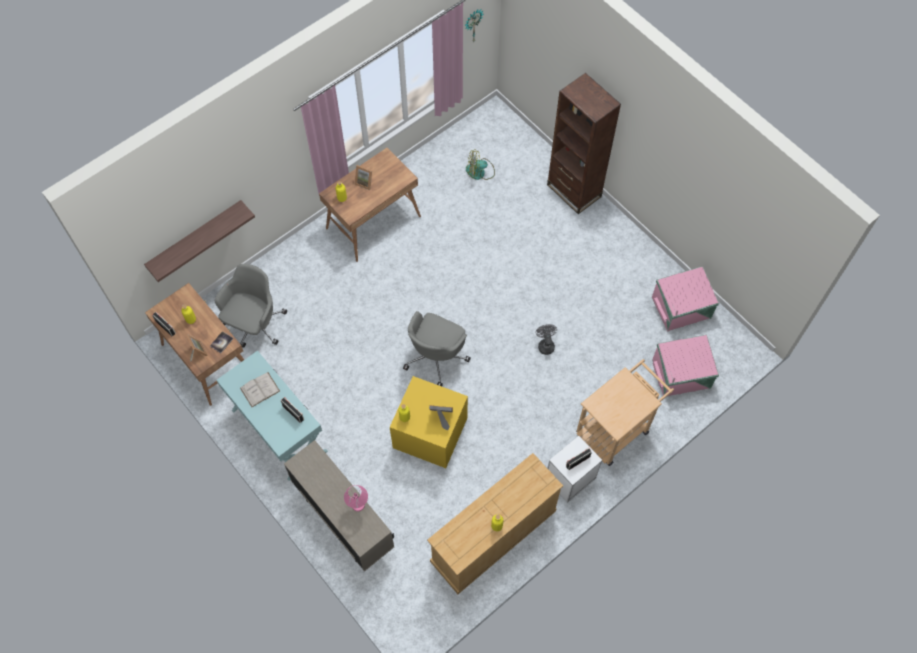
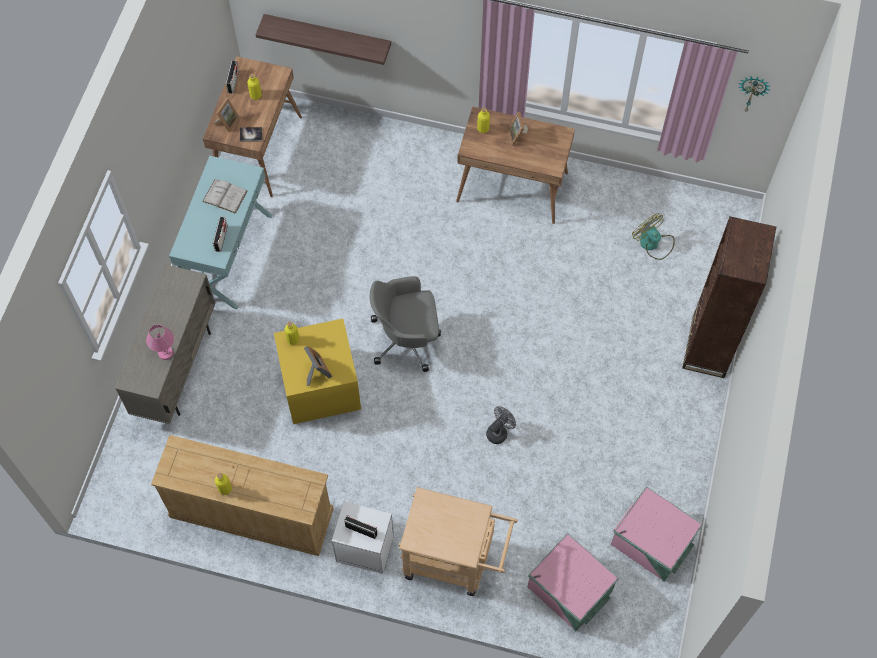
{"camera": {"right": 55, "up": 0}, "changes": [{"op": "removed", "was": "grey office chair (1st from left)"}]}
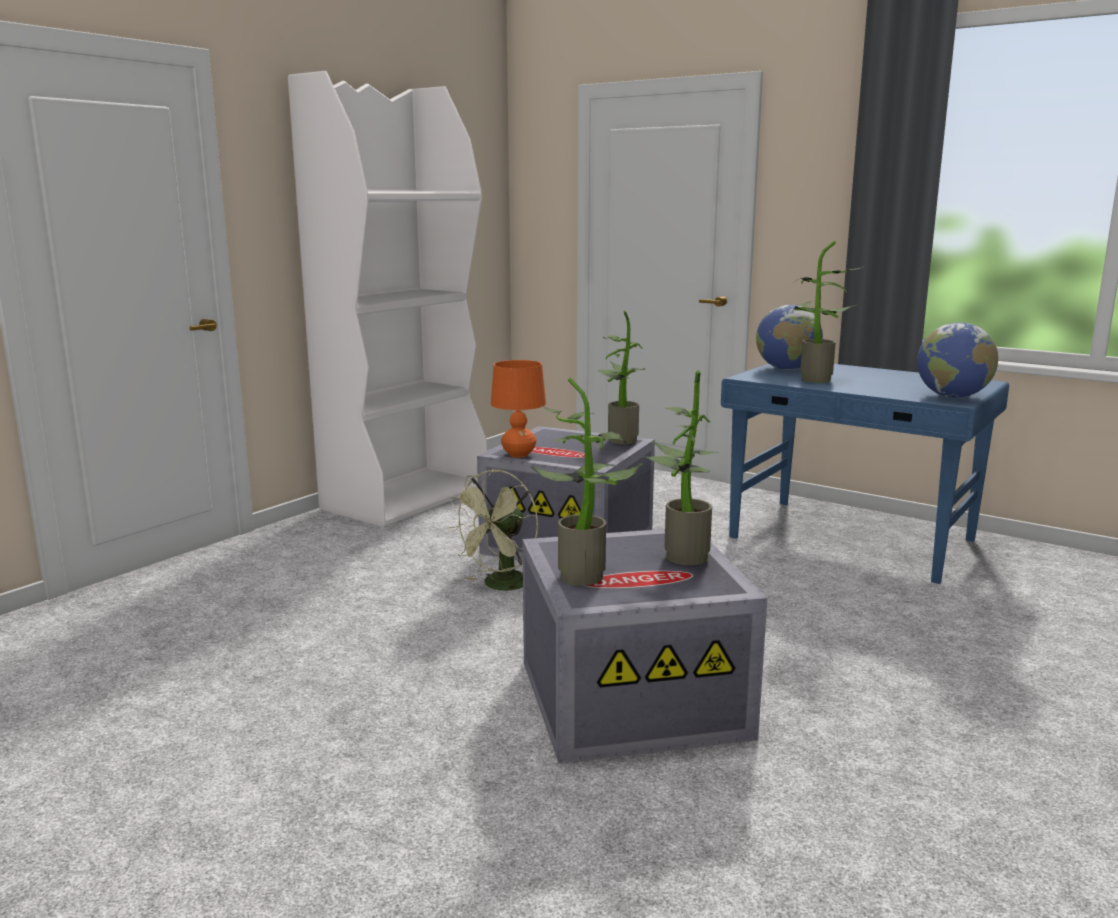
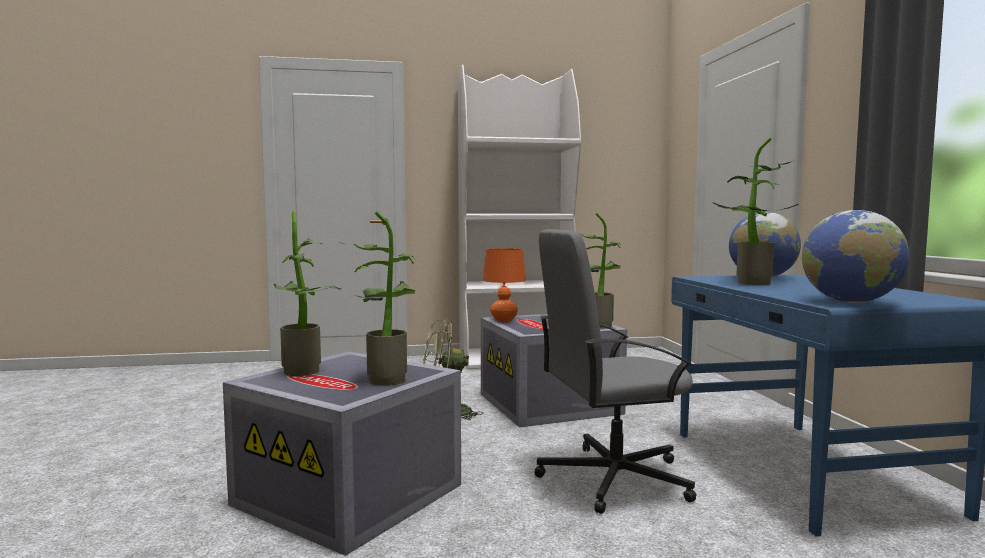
{"camera": {"right": 45, "up": -10}, "changes": [{"op": "added", "now": "grey office chair"}]}
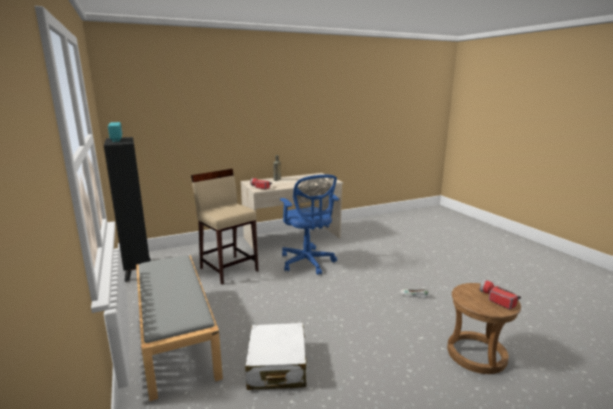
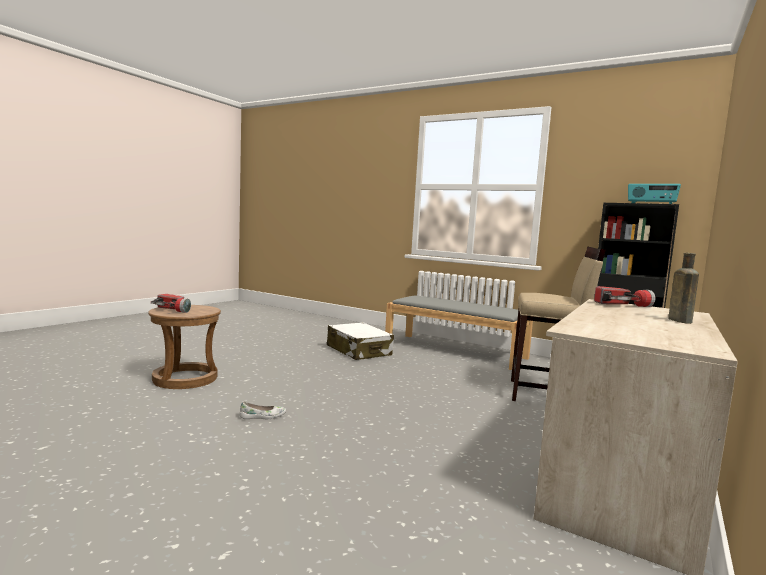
{"camera": {"right": 145, "up": -10}, "changes": [{"op": "removed", "was": "blue office chair"}]}
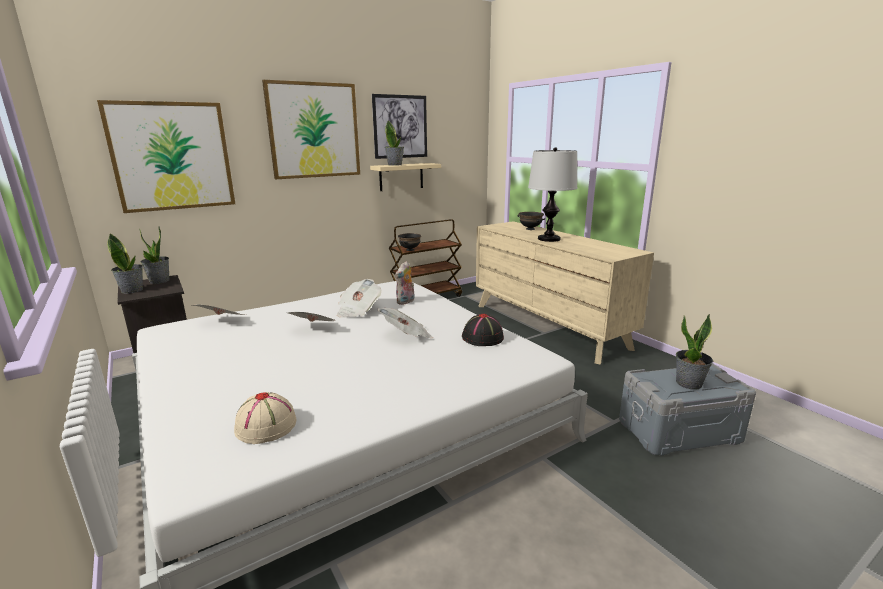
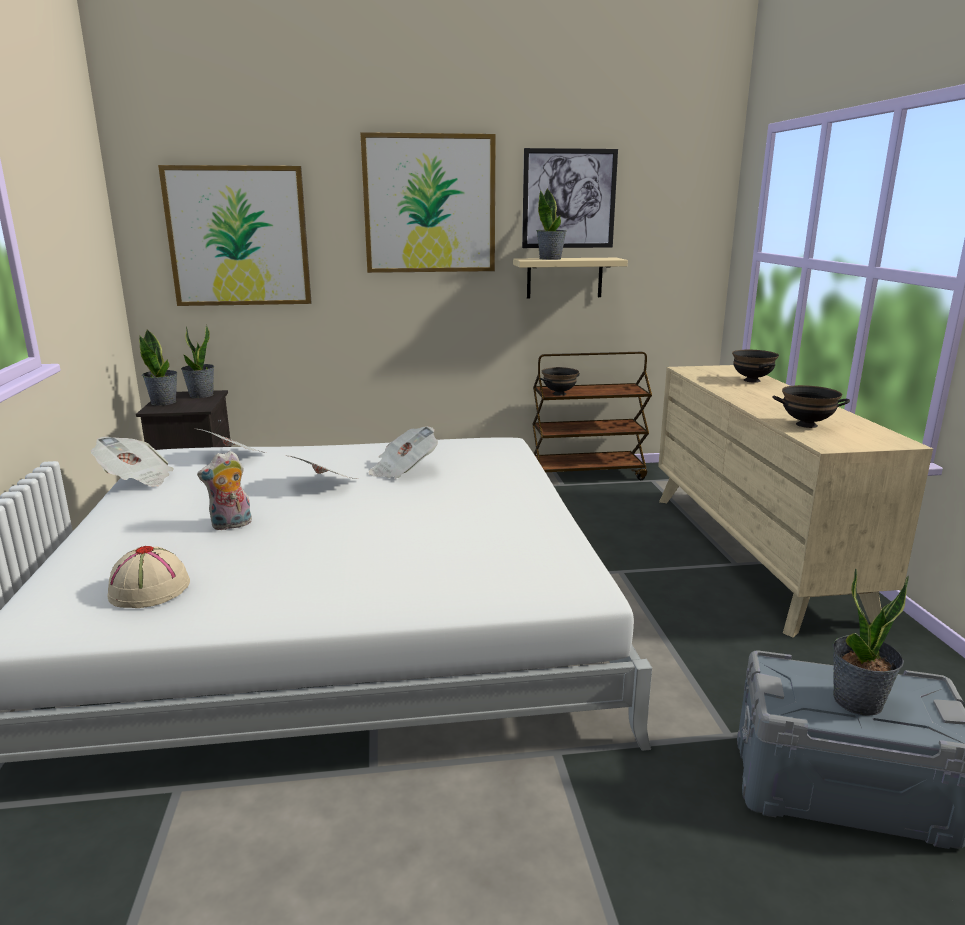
{"camera": {"right": 25, "up": 0}, "changes": [{"op": "moved", "was": "newspaper (4th from left in the first image)", "now": "newspaper (1st from left)"}, {"op": "moved", "was": "plush toy"}, {"op": "removed", "was": "black hat"}, {"op": "removed", "was": "table lamp"}, {"op": "added", "now": "black bowl (3rd from left)"}]}
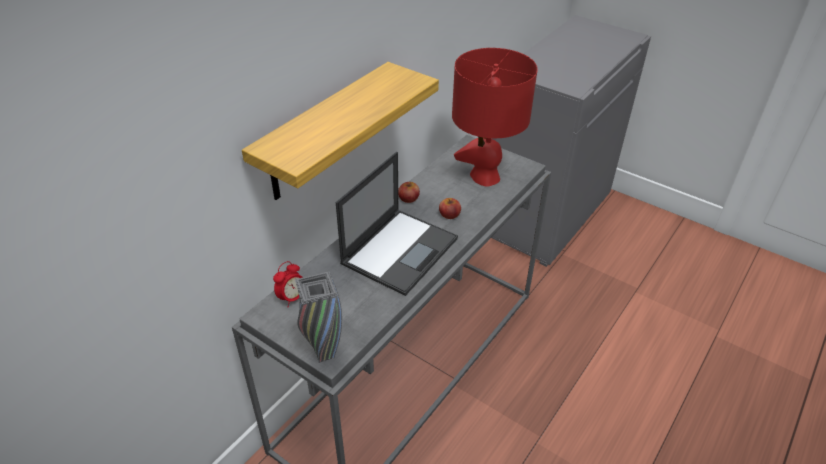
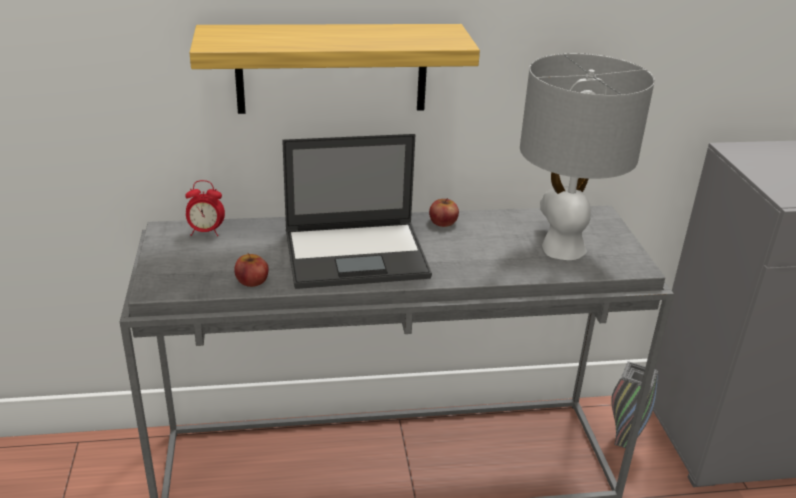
{"camera": {"right": 45, "up": -10}, "changes": [{"op": "moved", "was": "grey vase"}, {"op": "moved", "was": "apple (2nd from left in the first image)", "now": "apple (1st from left)"}, {"op": "recoloured", "was": "red table lamp", "now": "grey table lamp"}]}
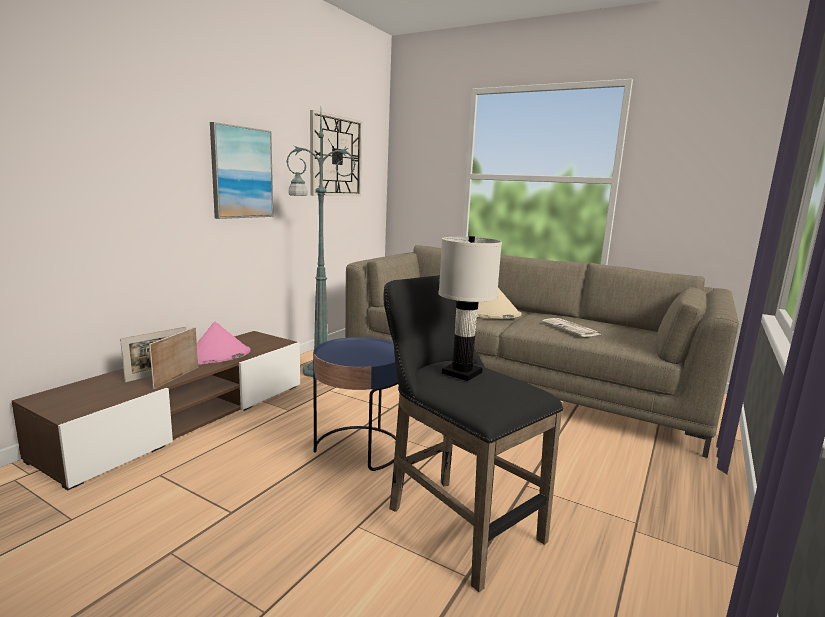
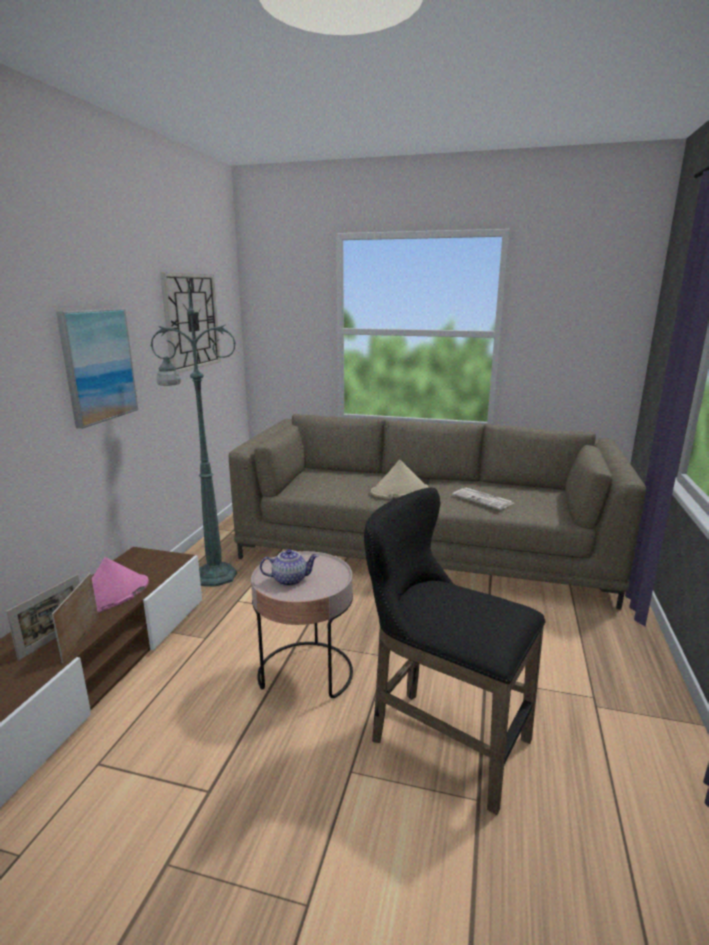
{"camera": {"right": -15, "up": 5}, "changes": [{"op": "recoloured", "was": "blue side table", "now": "pink side table"}, {"op": "removed", "was": "white table lamp"}, {"op": "added", "now": "teapot"}]}
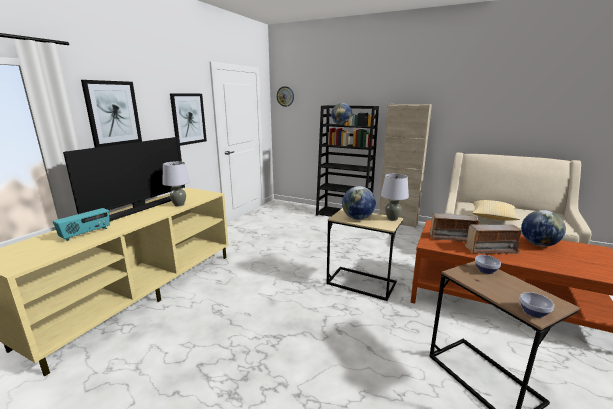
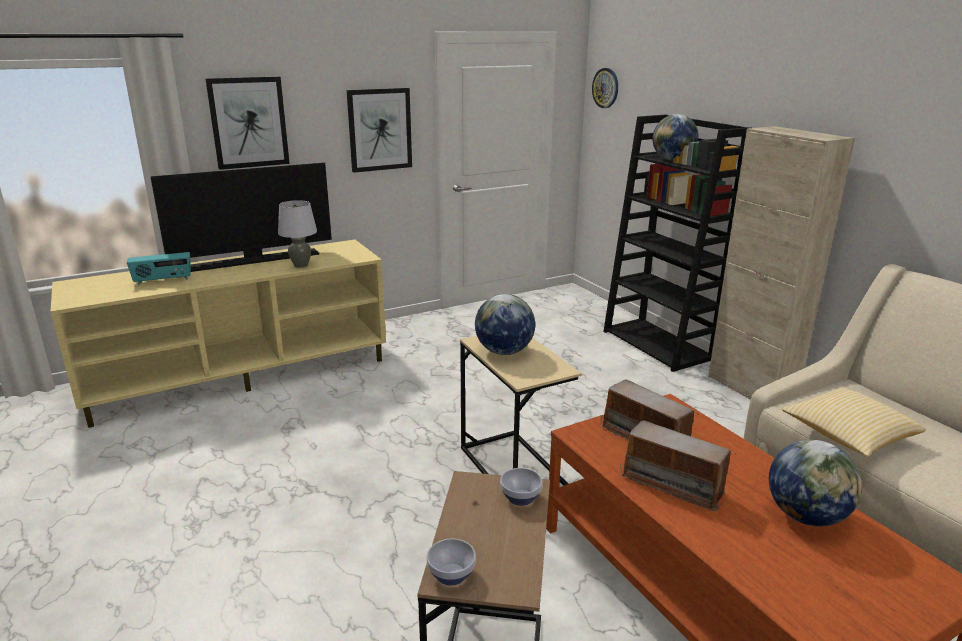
{"camera": {"right": 35, "up": 5}, "changes": [{"op": "removed", "was": "grey table lamp (2nd from left)"}]}
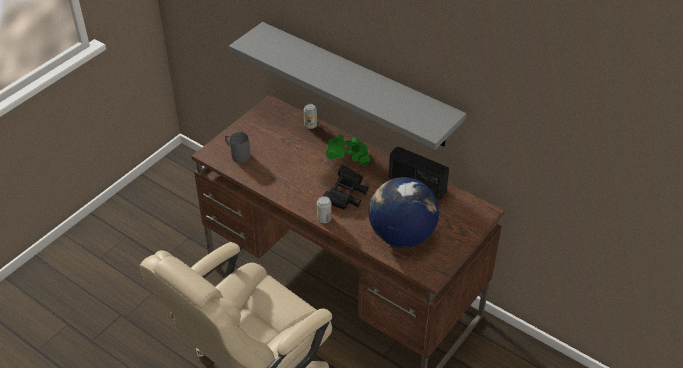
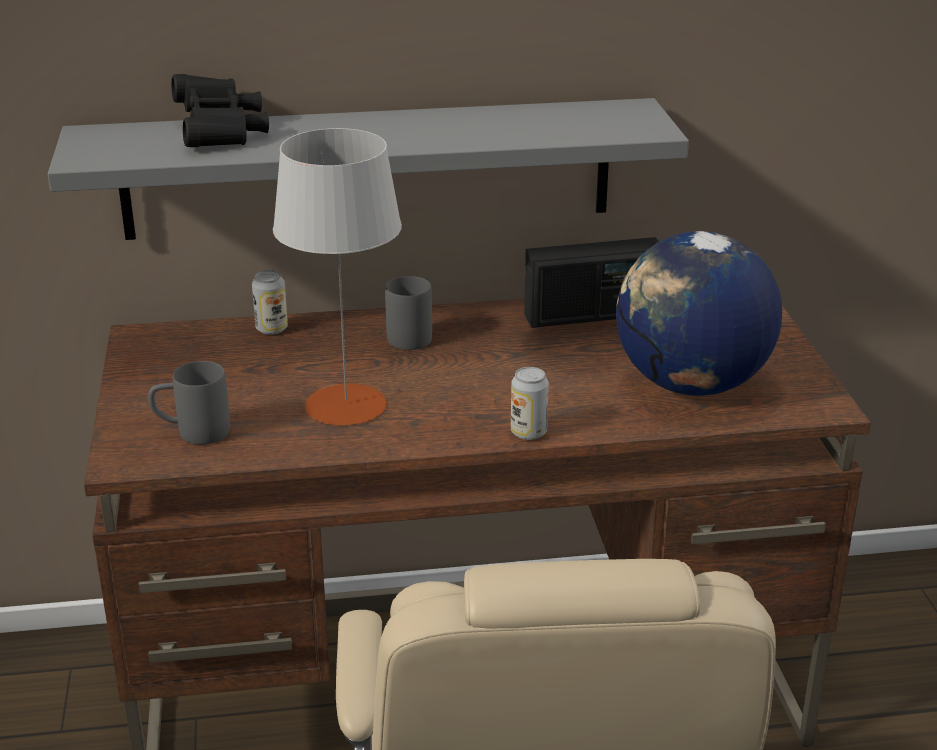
{"camera": {"right": -45, "up": -15}, "changes": [{"op": "moved", "was": "black binoculars"}, {"op": "replaced", "was": "green binoculars", "now": "grey mug (2nd from left)"}, {"op": "added", "now": "grey table lamp"}]}
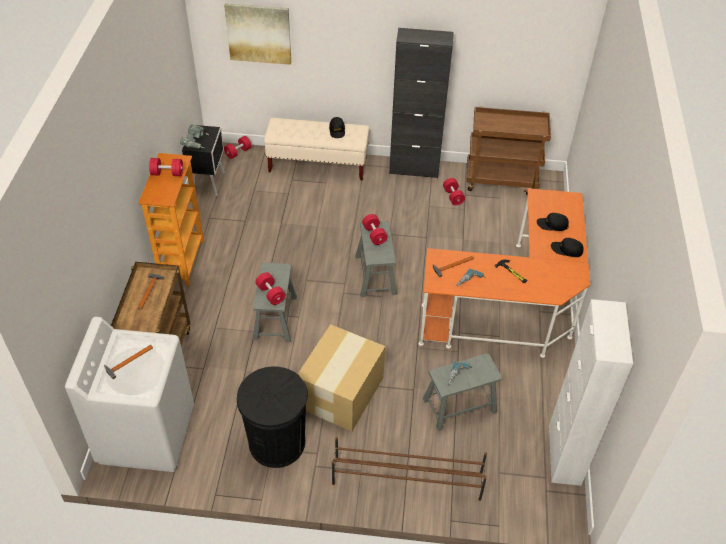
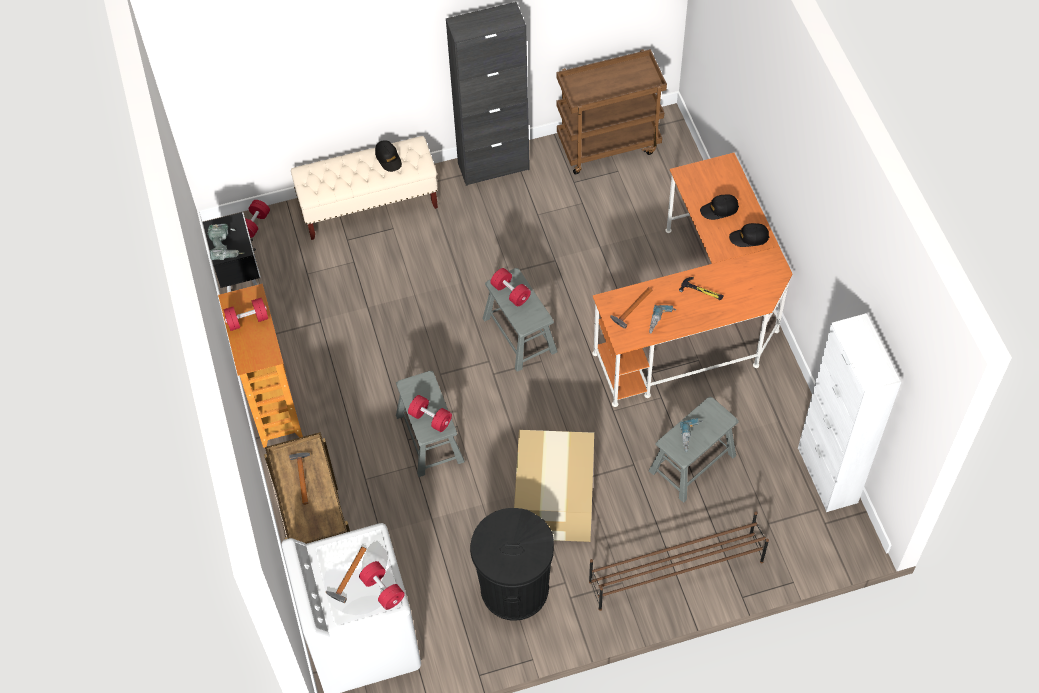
{"camera": {"right": -20, "up": 10}, "changes": [{"op": "removed", "was": "picture"}, {"op": "moved", "was": "red dumbbell (5th from left in the first image)", "now": "red dumbbell (3rd from left)"}]}
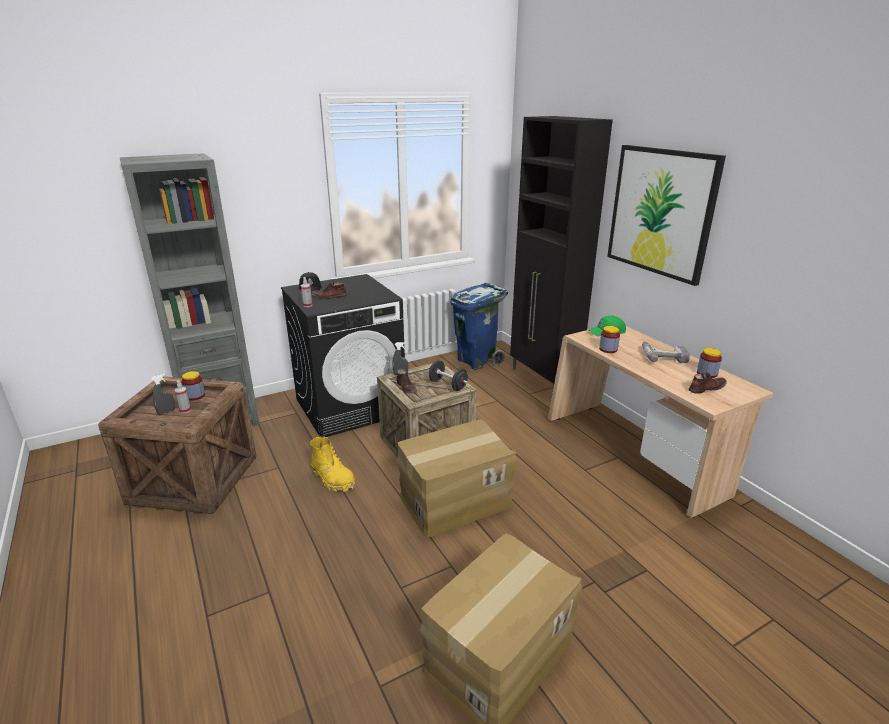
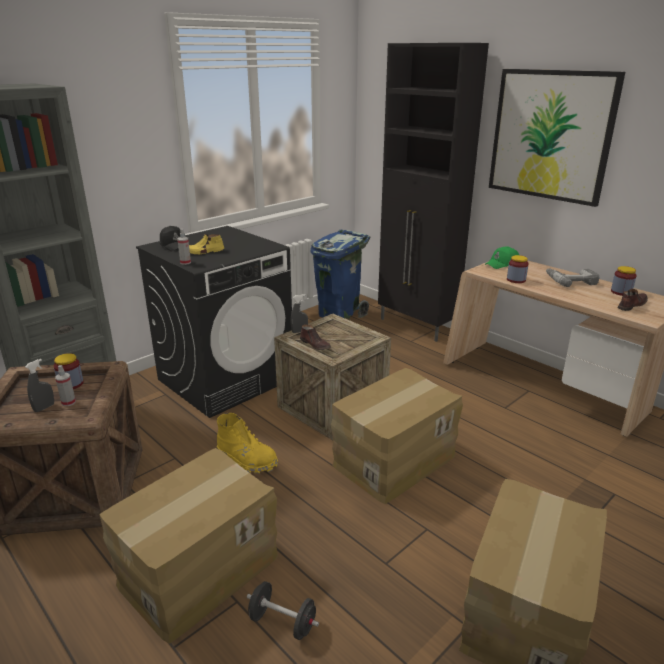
{"camera": {"right": -15, "up": 0}, "changes": [{"op": "recoloured", "was": "brown shoe (1st from left)", "now": "yellow shoe"}, {"op": "moved", "was": "black dumbbell"}, {"op": "added", "now": "cardboard box (1st from left)"}]}
